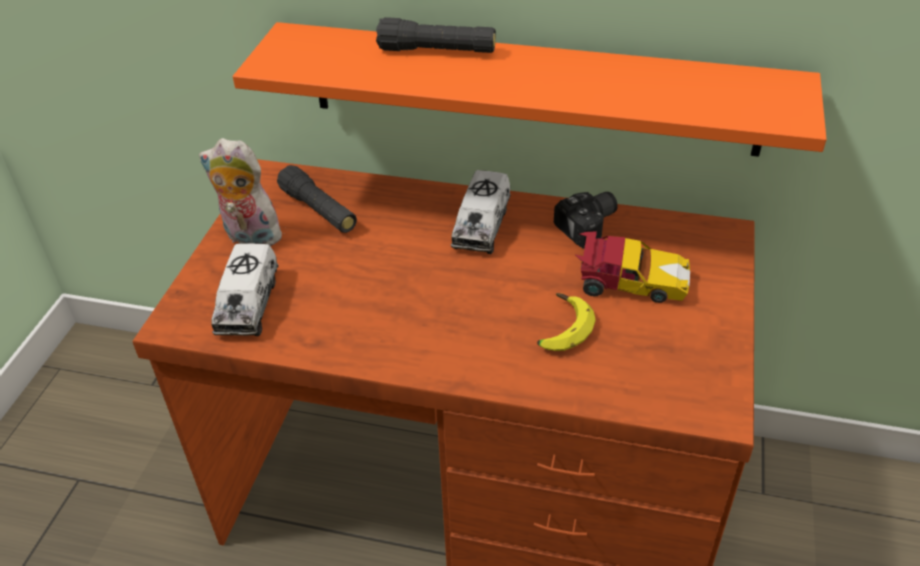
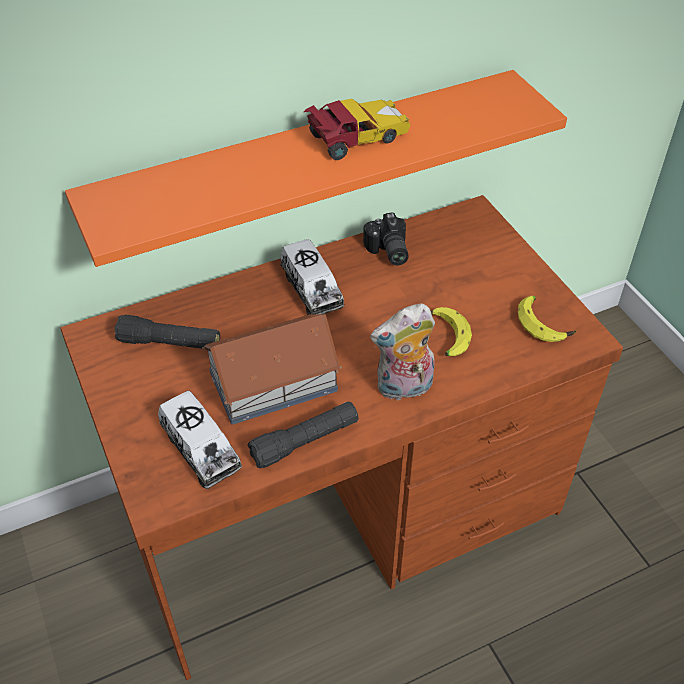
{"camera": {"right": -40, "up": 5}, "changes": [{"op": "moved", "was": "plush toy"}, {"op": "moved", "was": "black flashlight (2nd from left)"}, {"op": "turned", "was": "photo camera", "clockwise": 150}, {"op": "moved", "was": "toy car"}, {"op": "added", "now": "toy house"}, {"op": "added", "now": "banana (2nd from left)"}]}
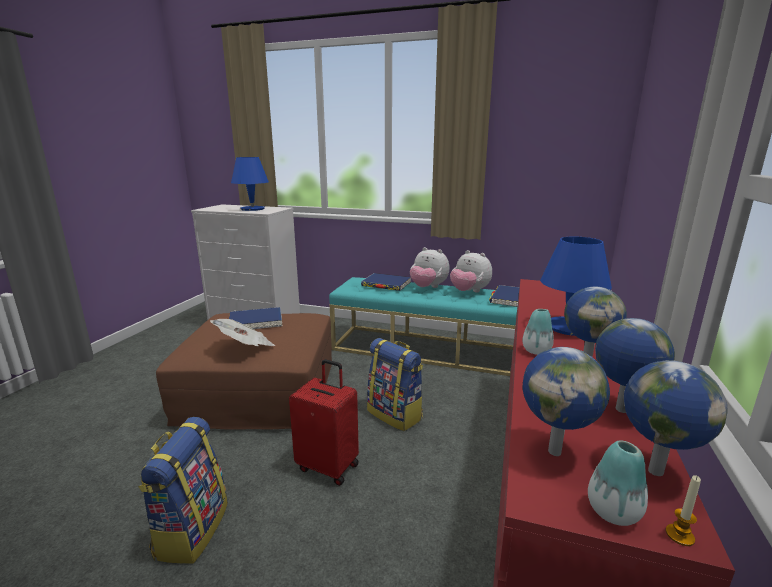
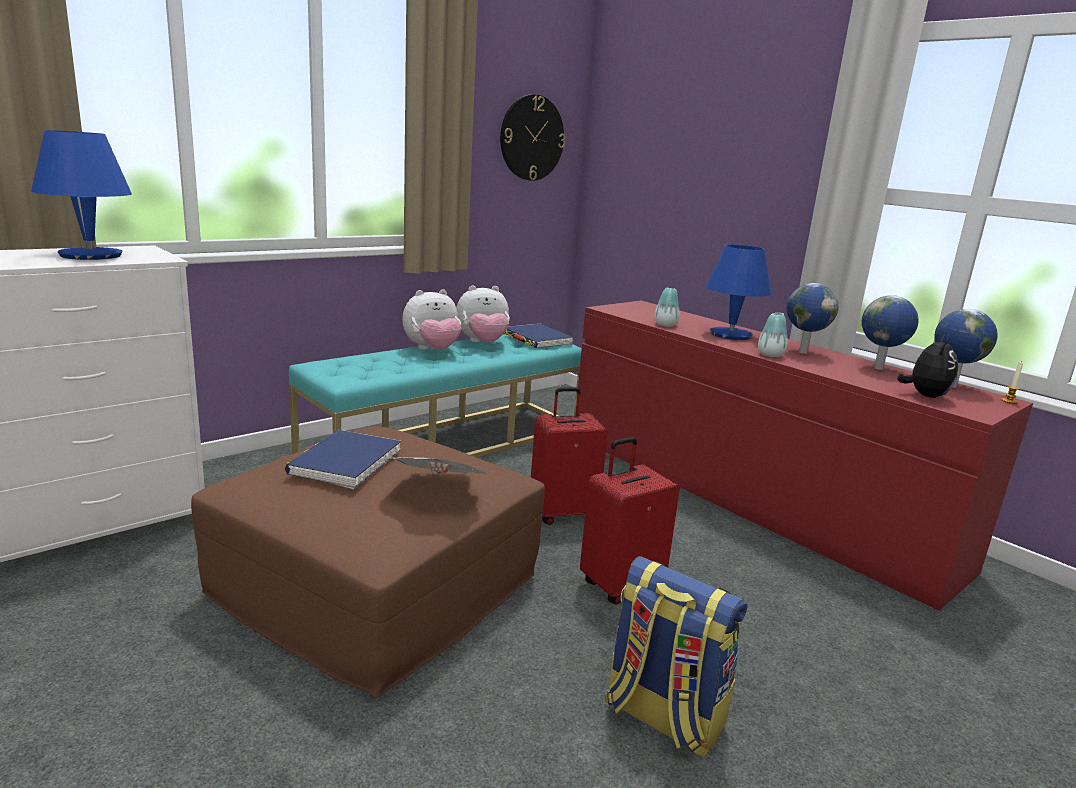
{"camera": {"right": -60, "up": 0}, "changes": [{"op": "removed", "was": "blue book (2nd from left)"}, {"op": "replaced", "was": "backpack (2nd from left)", "now": "red suitcase (1st from left)"}, {"op": "replaced", "was": "globe (1st from left)", "now": "plush toy (3rd from left)"}, {"op": "moved", "was": "vase (2nd from left in the first image)", "now": "vase (1st from left)"}, {"op": "added", "now": "wall clock"}]}
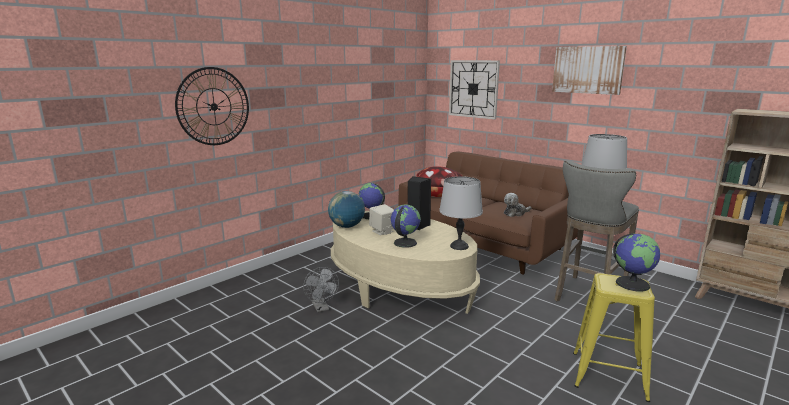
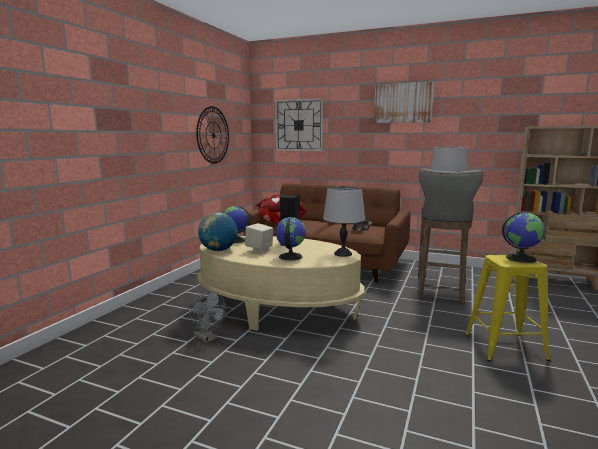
{"camera": {"right": -20, "up": -5}, "changes": [{"op": "moved", "was": "wall clock (1st from left)"}]}
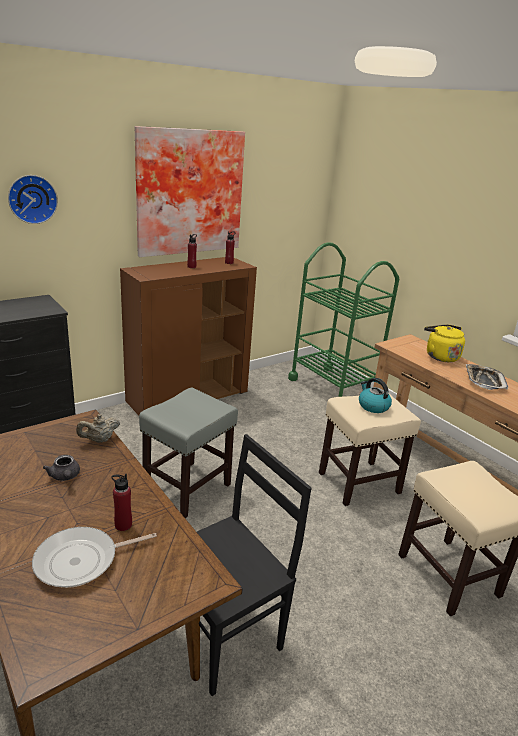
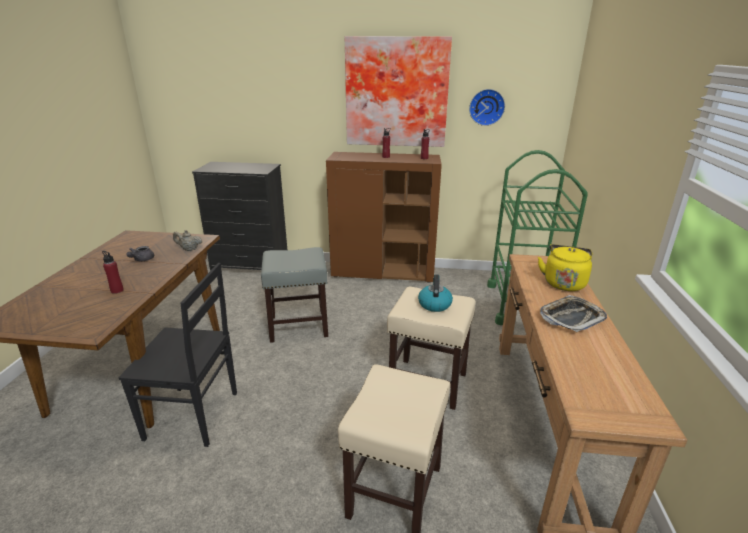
{"camera": {"right": 45, "up": 0}, "changes": [{"op": "moved", "was": "wall clock"}, {"op": "removed", "was": "frying pan"}]}
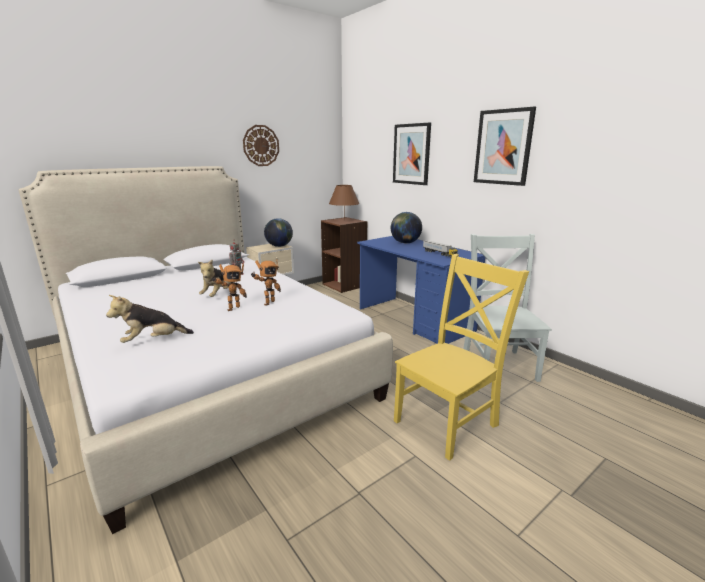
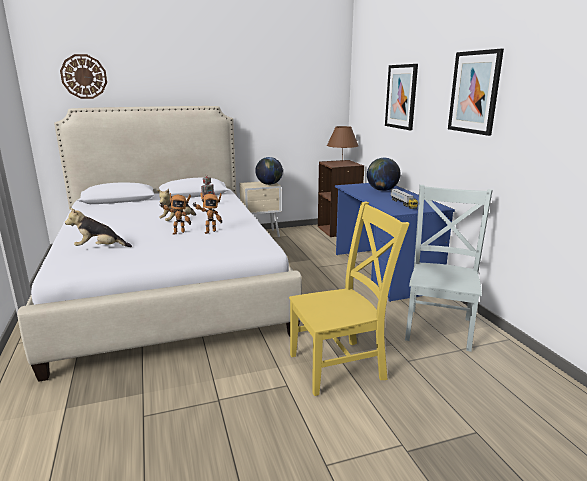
{"camera": {"right": 20, "up": 0}, "changes": [{"op": "moved", "was": "wall clock"}]}
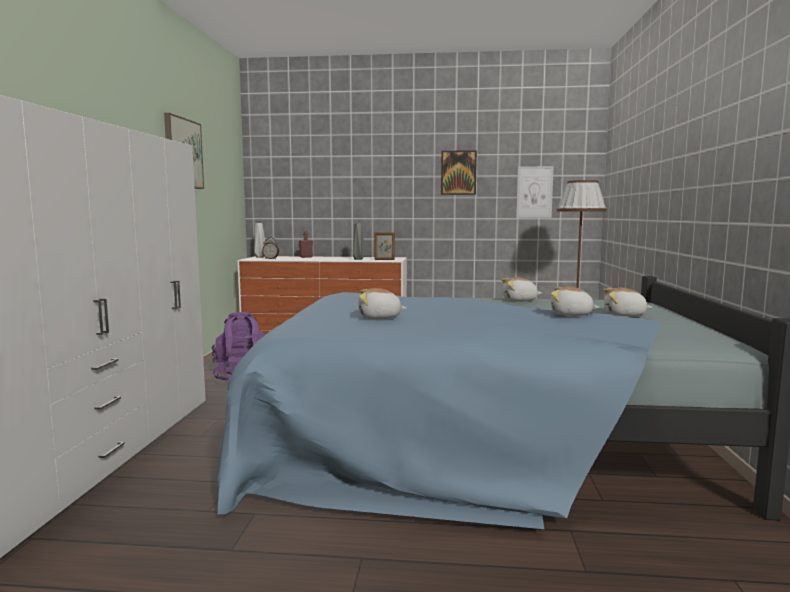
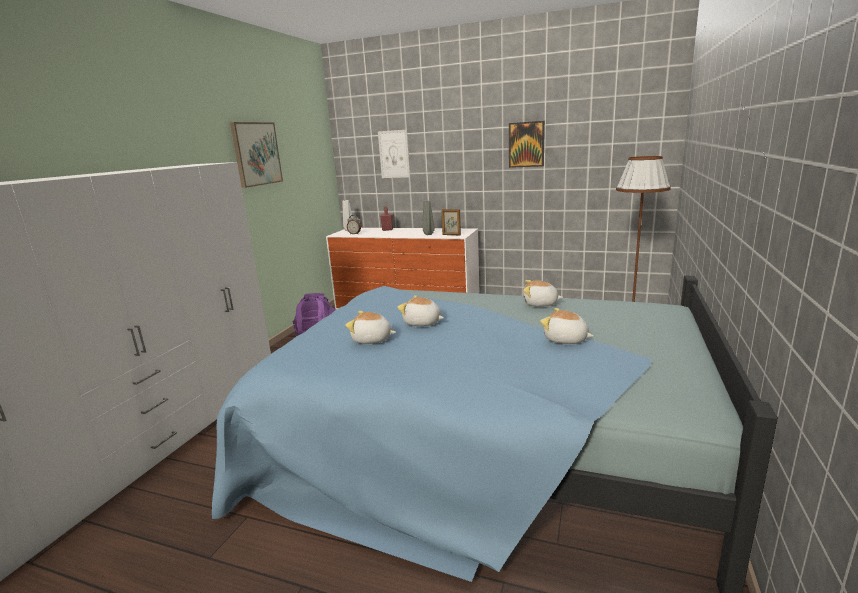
{"camera": {"right": 15, "up": 10}, "changes": [{"op": "moved", "was": "picture (3rd from left in the first image)", "now": "picture (2nd from left)"}, {"op": "moved", "was": "plush toy (4th from left in the first image)", "now": "plush toy (2nd from left)"}]}
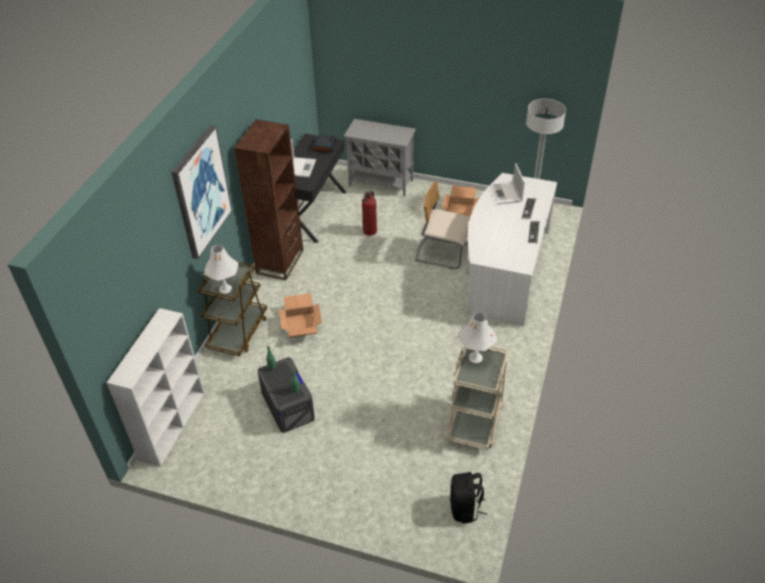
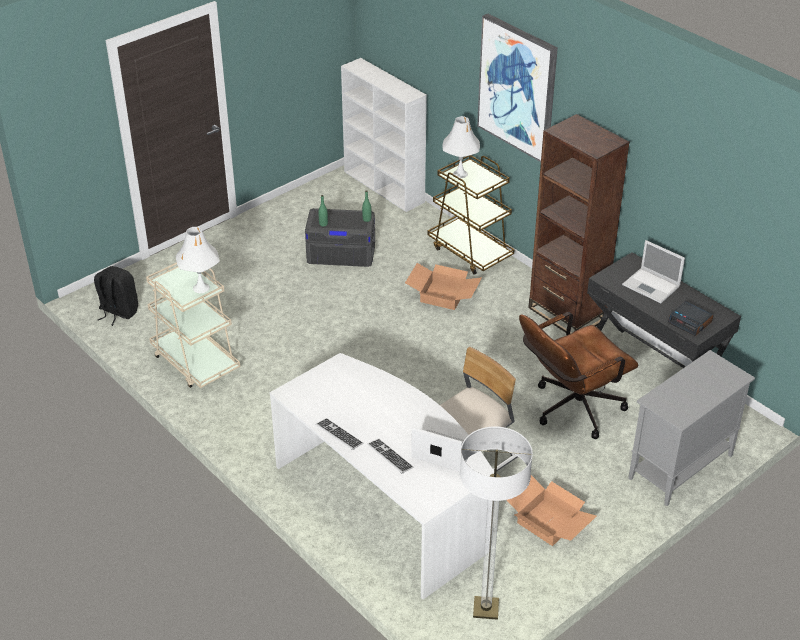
{"camera": {"right": 120, "up": -5}, "changes": [{"op": "replaced", "was": "fire extinguisher", "now": "brown office chair"}]}
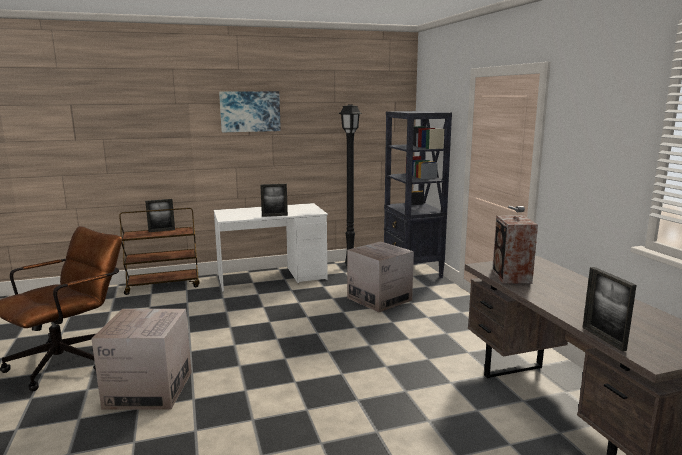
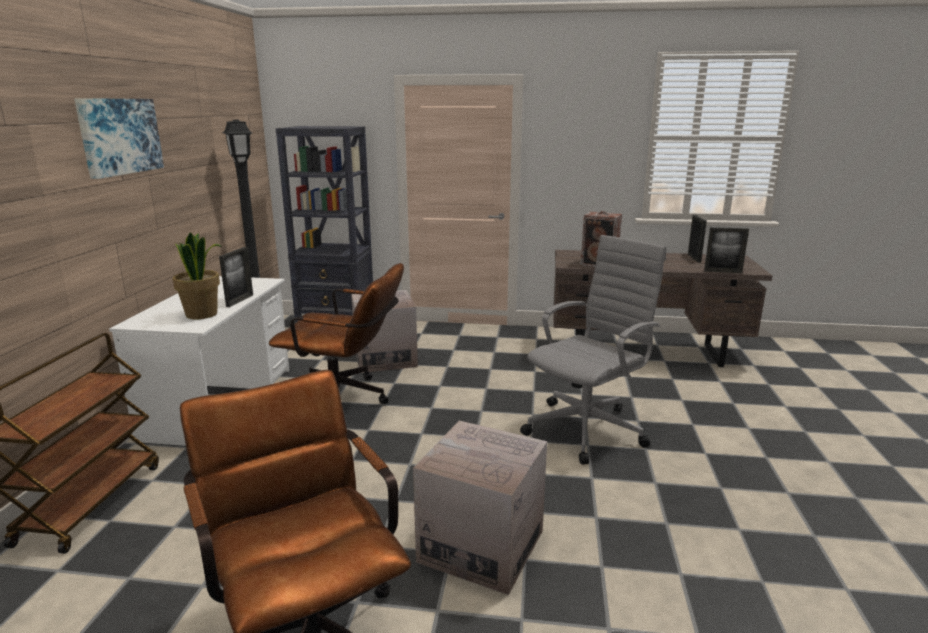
{"camera": {"right": -65, "up": 5}, "changes": [{"op": "moved", "was": "picture frame (1st from left in the first image)", "now": "picture frame (2nd from left)"}, {"op": "added", "now": "potted plant"}, {"op": "added", "now": "brown office chair (2nd from left)"}, {"op": "added", "now": "grey office chair"}]}
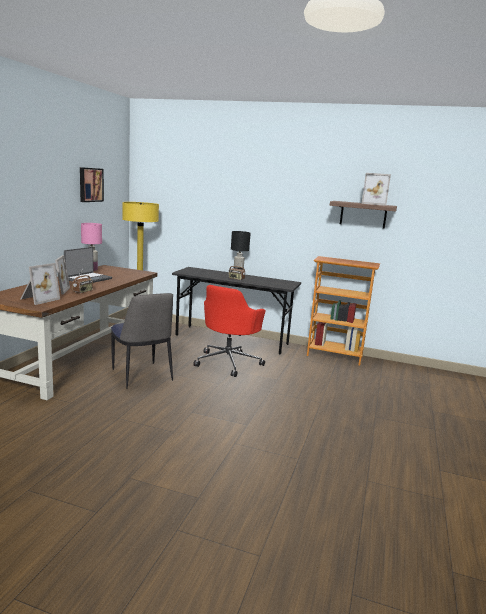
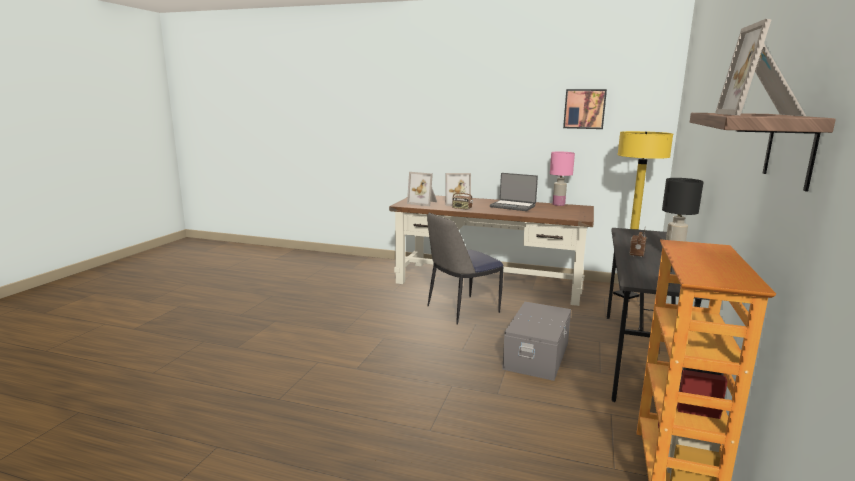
{"camera": {"right": 90, "up": 0}, "changes": [{"op": "replaced", "was": "red office chair", "now": "grey storage box"}]}
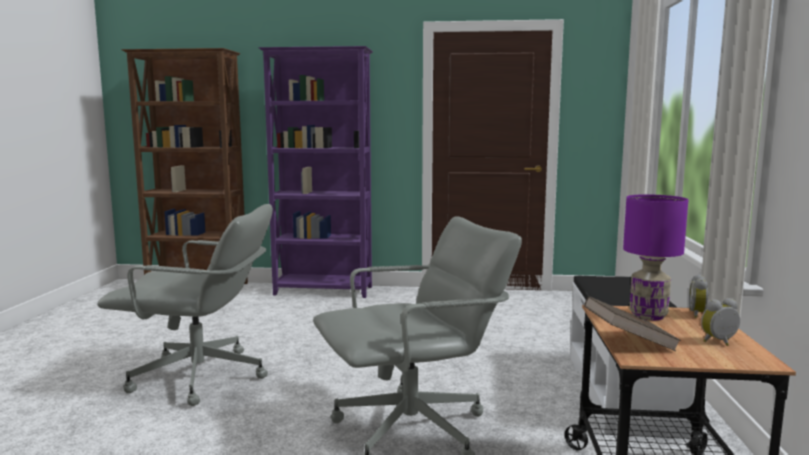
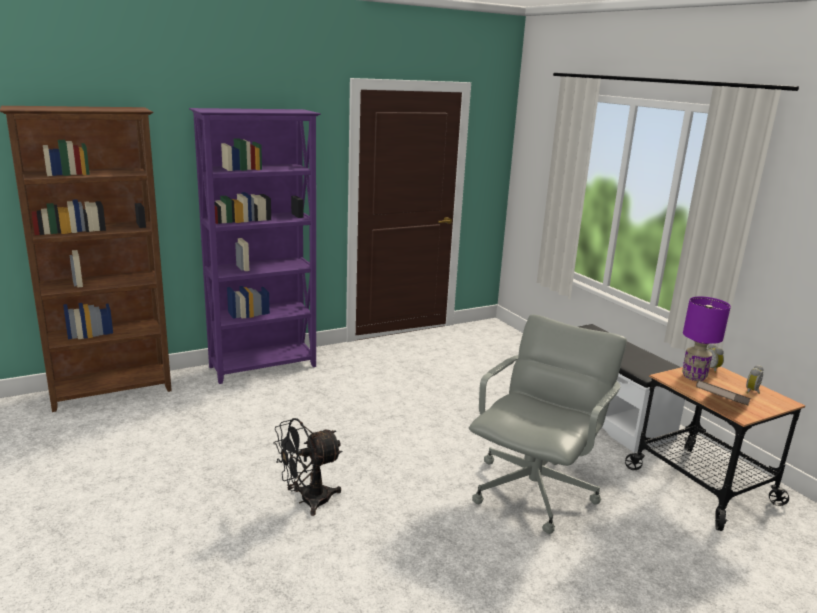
{"camera": {"right": -35, "up": 10}, "changes": [{"op": "replaced", "was": "grey office chair (1st from left)", "now": "black fan"}]}
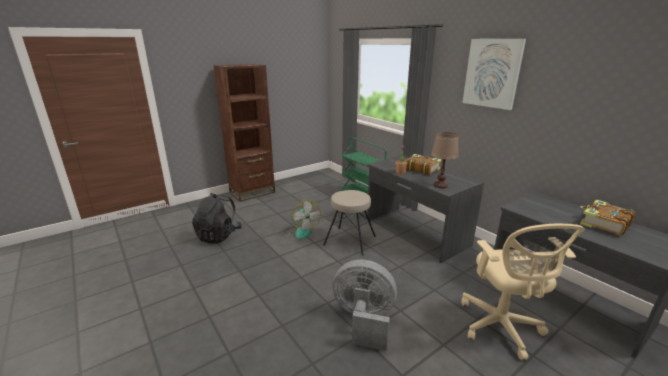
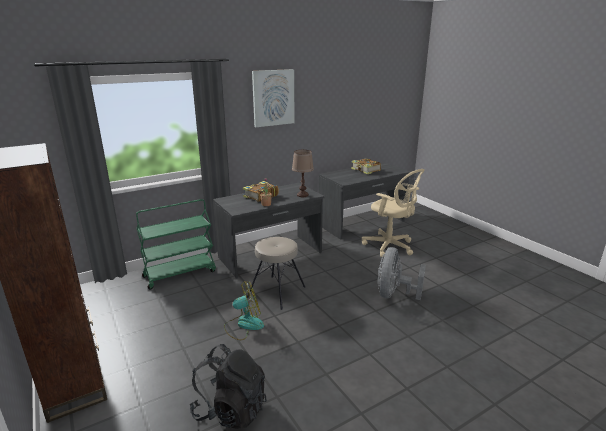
{"camera": {"right": -85, "up": 0}, "changes": [{"op": "turned", "was": "beige office chair", "clockwise": 45}]}
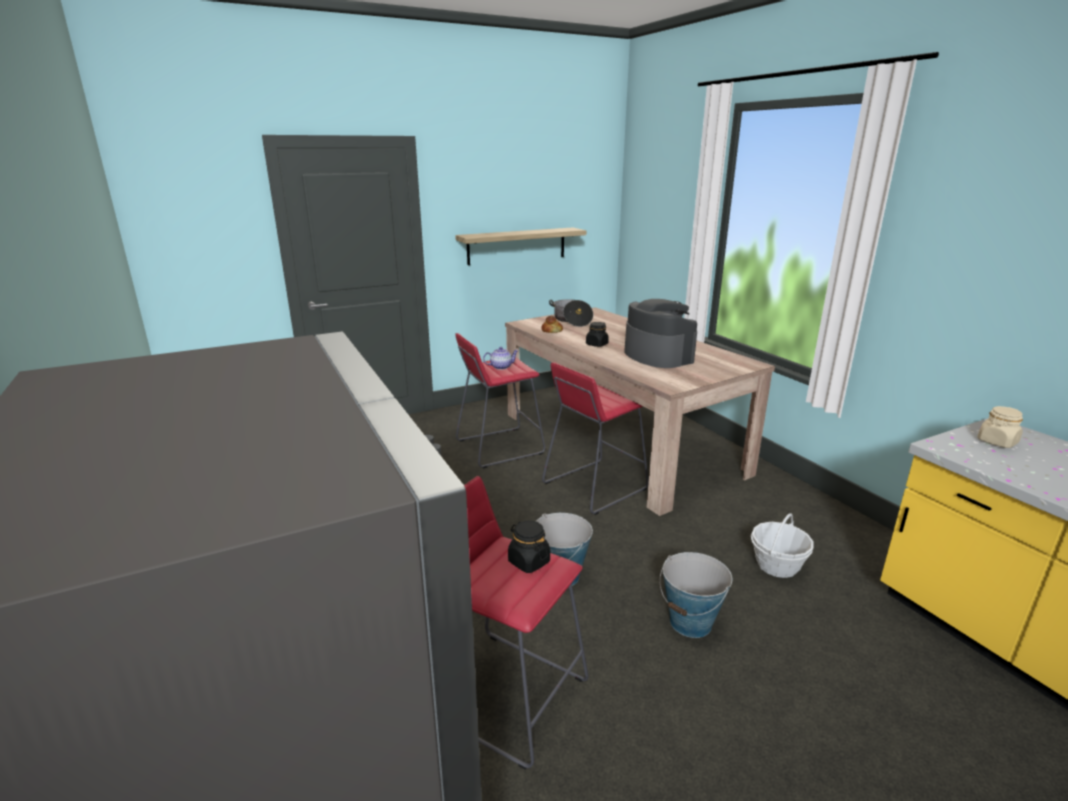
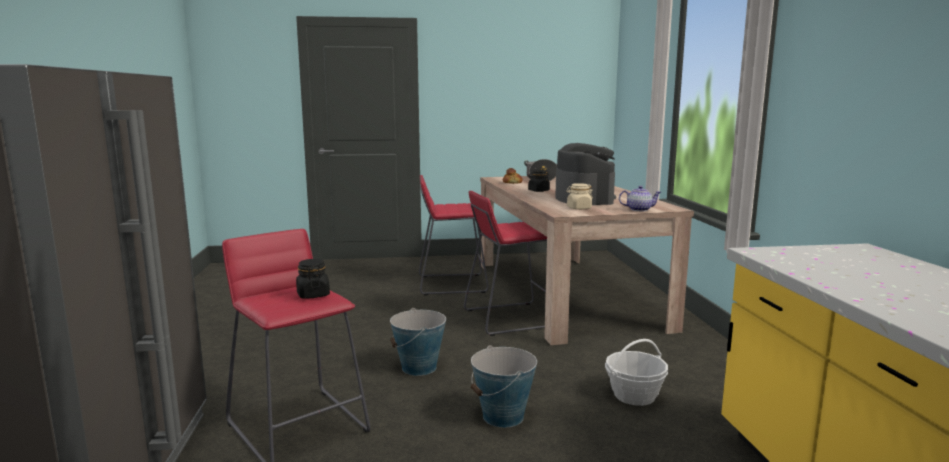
{"camera": {"right": 20, "up": -10}, "changes": [{"op": "removed", "was": "shelf"}, {"op": "moved", "was": "teapot"}, {"op": "moved", "was": "beige jar"}]}
